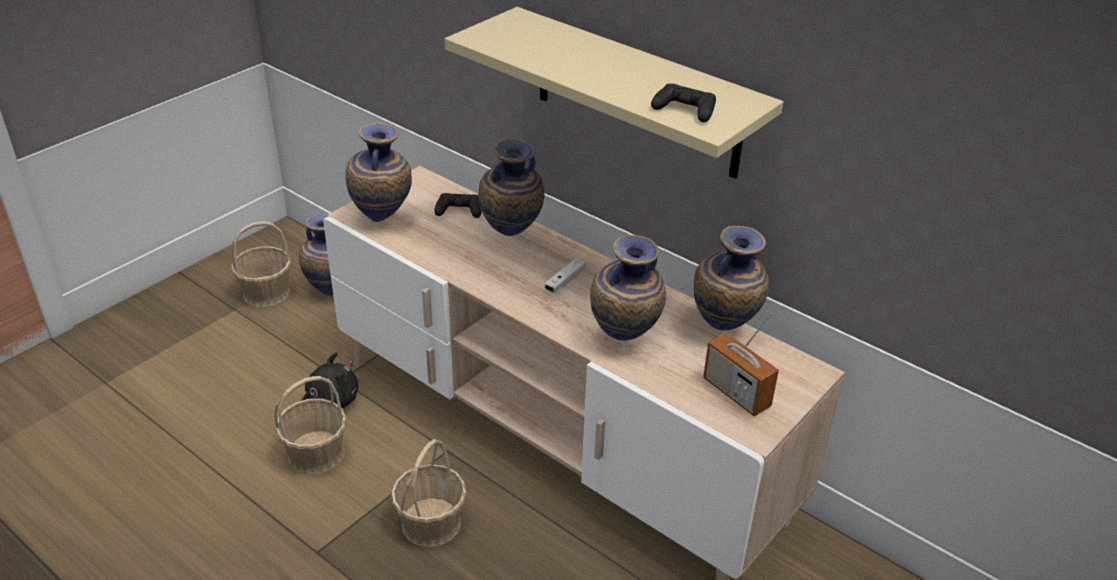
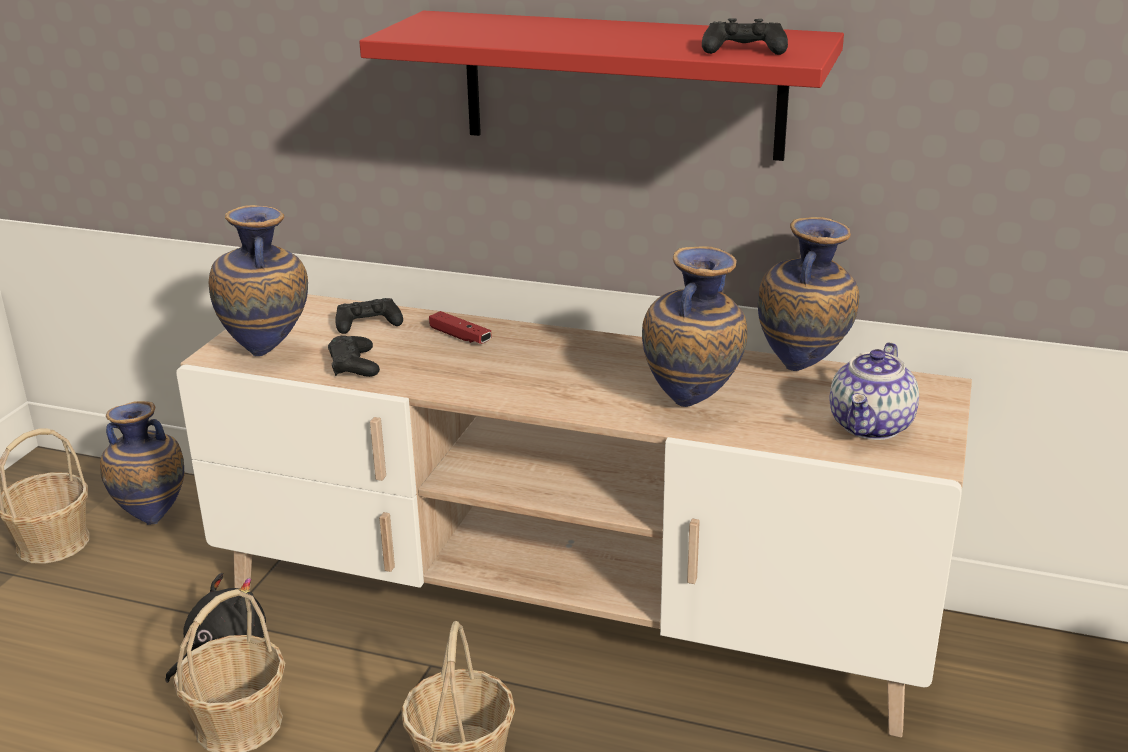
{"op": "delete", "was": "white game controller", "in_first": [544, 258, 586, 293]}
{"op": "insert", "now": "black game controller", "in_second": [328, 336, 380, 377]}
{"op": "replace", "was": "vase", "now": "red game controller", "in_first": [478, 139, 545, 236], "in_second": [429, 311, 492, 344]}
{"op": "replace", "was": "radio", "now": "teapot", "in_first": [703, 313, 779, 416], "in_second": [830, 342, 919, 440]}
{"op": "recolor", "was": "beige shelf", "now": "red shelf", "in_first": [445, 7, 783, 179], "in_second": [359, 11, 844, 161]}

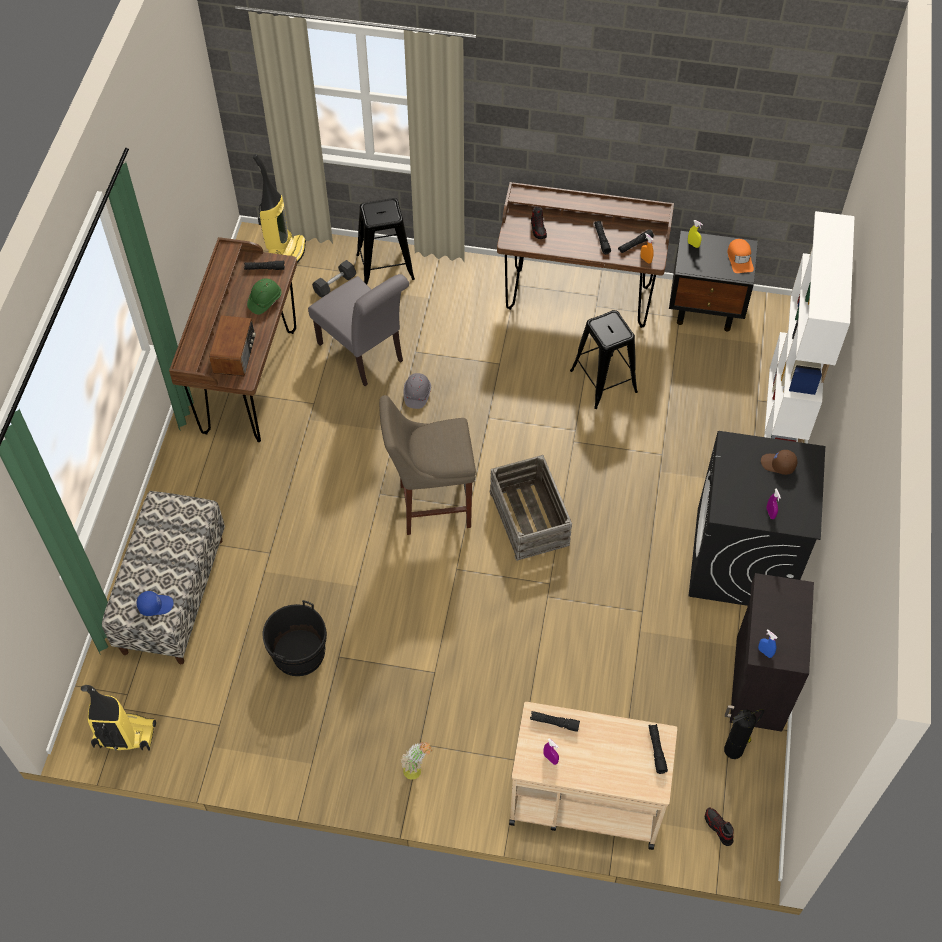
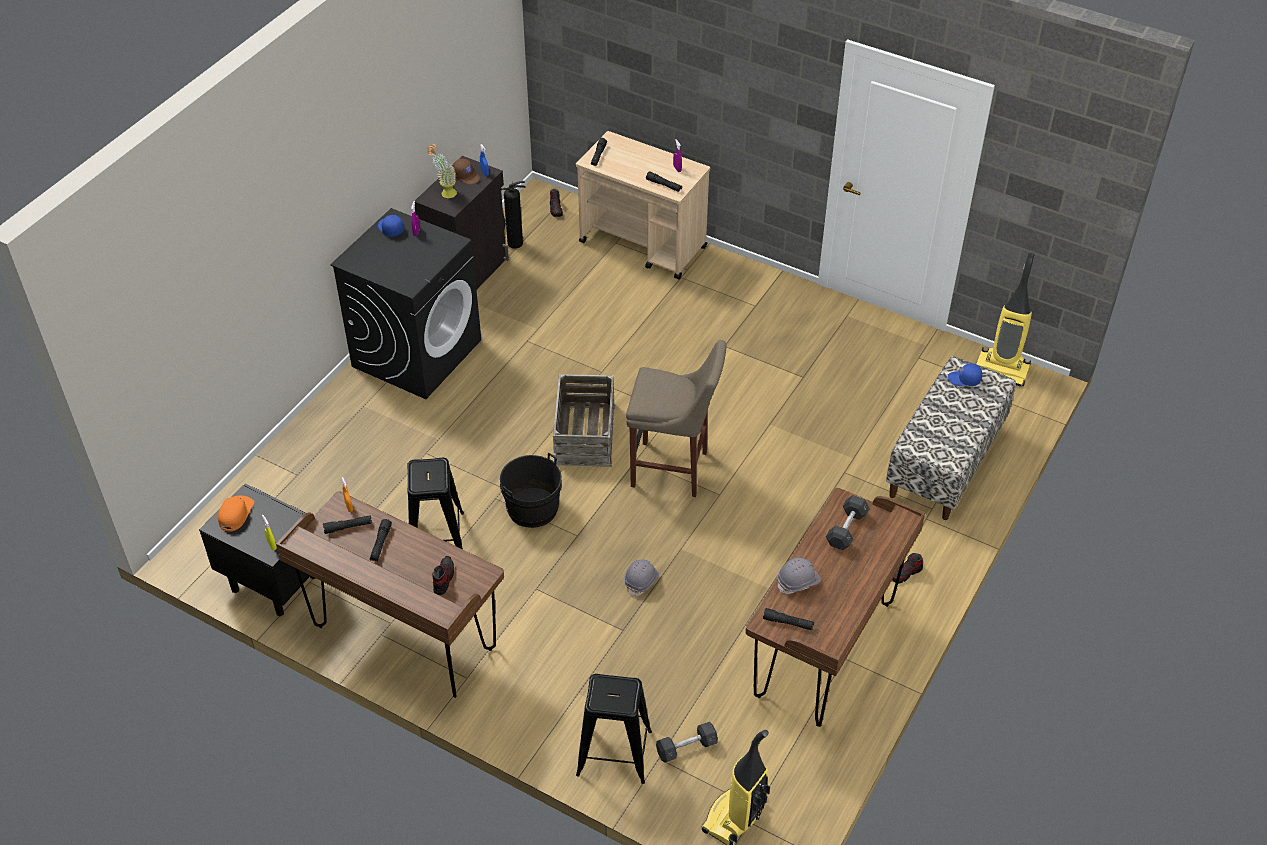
{"op": "delete", "was": "grey chair", "in_first": [308, 274, 409, 386]}
{"op": "delete", "was": "white bookcase", "in_first": [764, 211, 855, 443]}
{"op": "insert", "now": "blue cap", "in_second": [378, 215, 404, 237]}
{"op": "insert", "now": "shoe", "in_second": [892, 553, 923, 584]}
{"op": "move", "was": "black bucket", "in_first": [262, 600, 327, 676], "in_second": [500, 452, 562, 528]}
{"op": "move", "was": "potted plant", "in_first": [401, 742, 432, 780], "in_second": [427, 144, 457, 198]}
{"op": "move", "was": "brown cap", "in_first": [761, 450, 797, 475], "in_second": [453, 159, 480, 185]}
{"op": "replace", "was": "radio", "now": "grey dumbbell", "in_first": [209, 315, 256, 376], "in_second": [826, 495, 870, 550]}
{"op": "recolor", "was": "green hard hat", "now": "grey hard hat", "in_first": [247, 278, 282, 315], "in_second": [777, 558, 821, 594]}

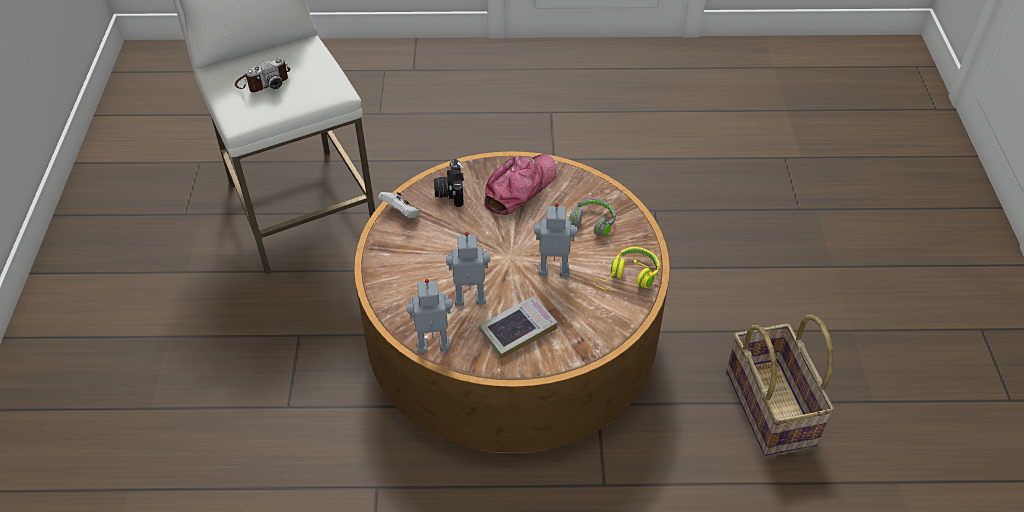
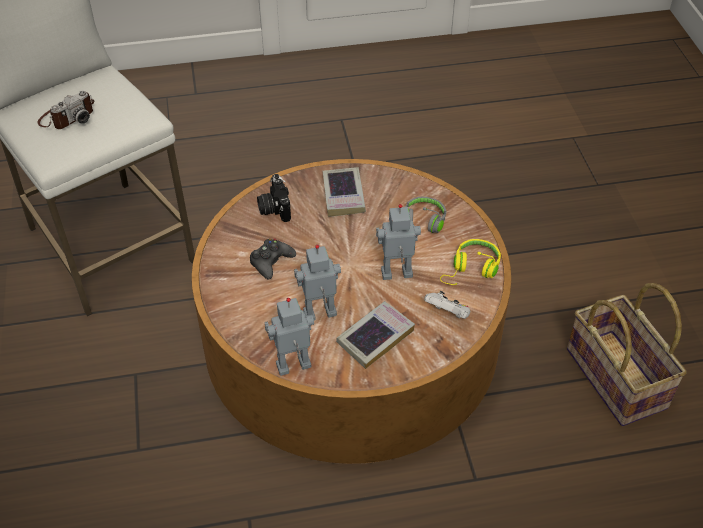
{"op": "insert", "now": "black game controller", "in_second": [250, 239, 296, 279]}
{"op": "move", "was": "white game controller", "in_first": [378, 192, 420, 218], "in_second": [424, 291, 470, 319]}
{"op": "replace", "was": "cap", "now": "book", "in_first": [484, 154, 557, 215], "in_second": [323, 167, 366, 217]}

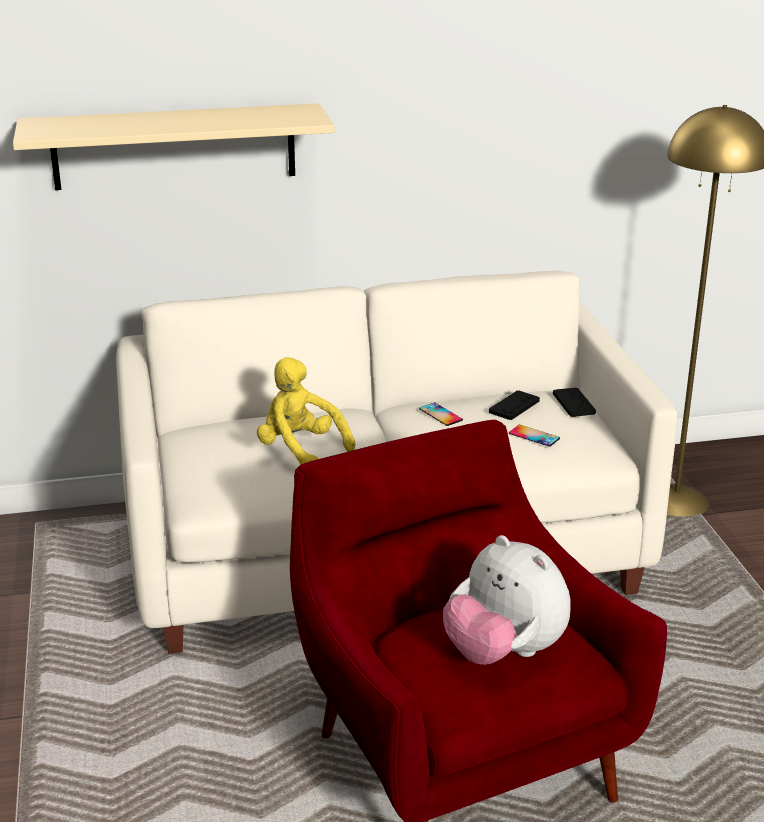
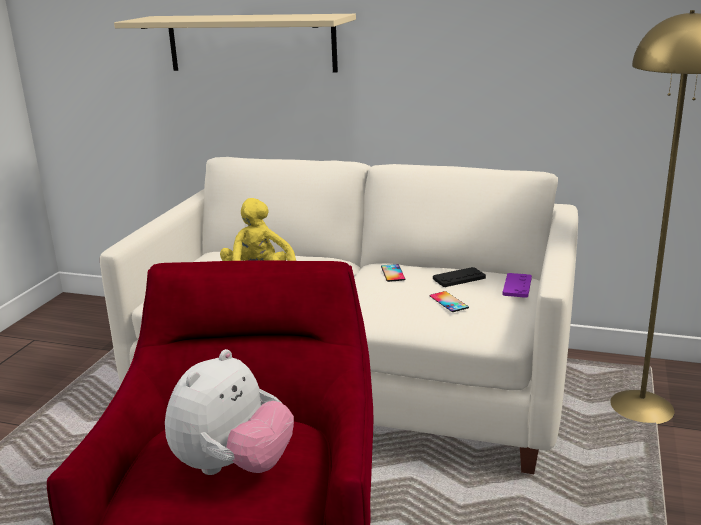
{"op": "recolor", "was": "black game controller", "now": "purple game controller", "in_first": [553, 388, 596, 417], "in_second": [503, 273, 532, 298]}
{"op": "rotate", "was": "plush toy", "in_first": [443, 535, 571, 665], "in_second": [165, 349, 294, 475], "clockwise": -135}

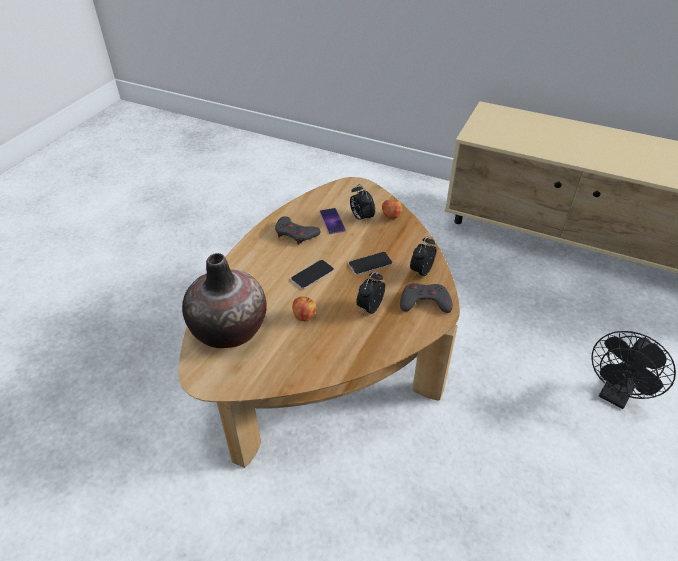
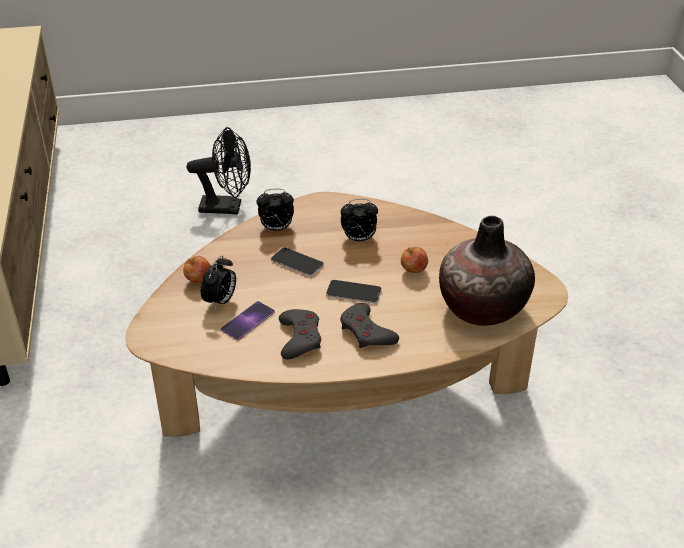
{"op": "move", "was": "grey game controller", "in_first": [400, 283, 453, 313], "in_second": [340, 303, 399, 348]}

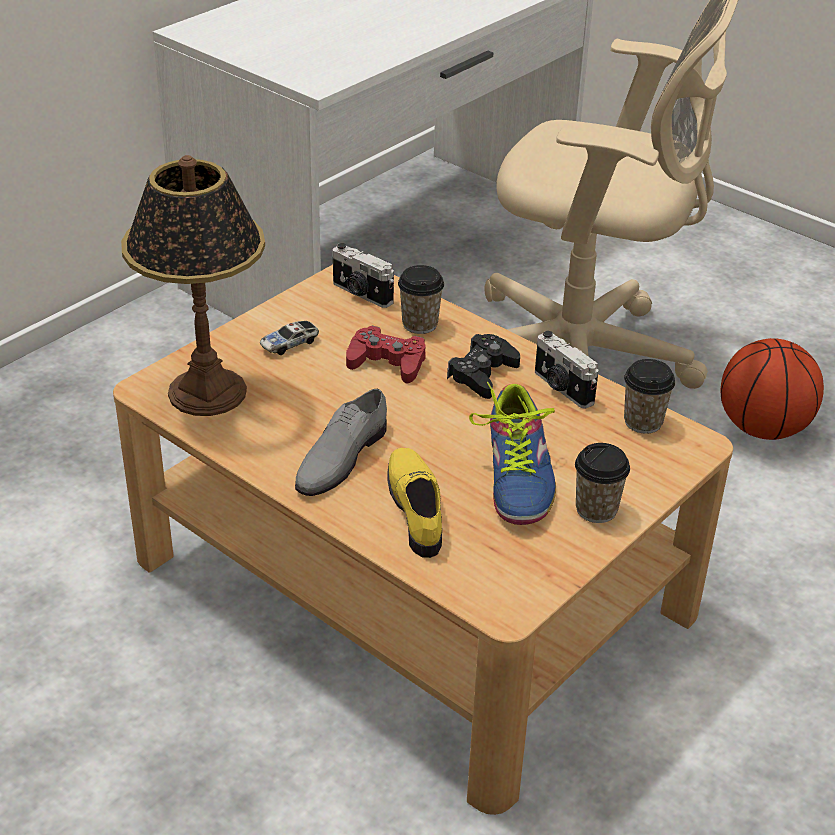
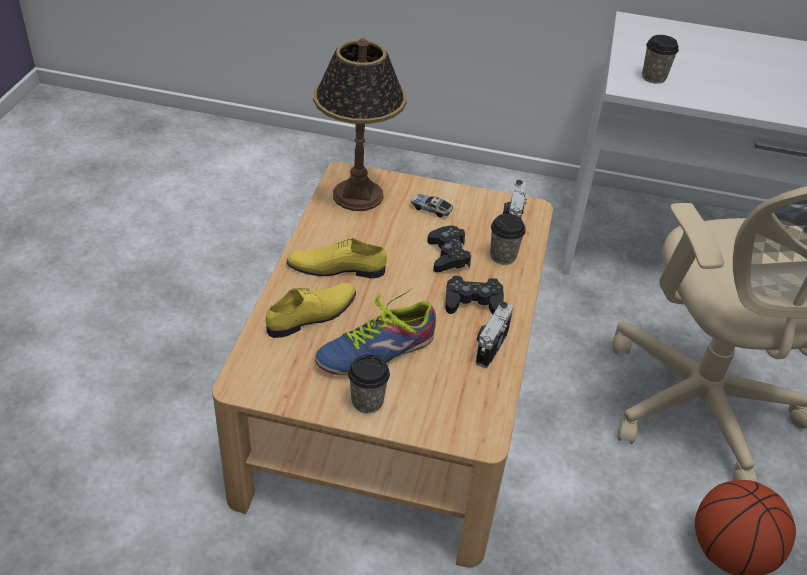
{"op": "move", "was": "cup", "in_first": [624, 359, 675, 434], "in_second": [642, 35, 679, 84]}
{"op": "recolor", "was": "grey shoe", "now": "yellow shoe", "in_first": [295, 388, 387, 496], "in_second": [287, 238, 387, 278]}
{"op": "recolor", "was": "red game controller", "now": "black game controller", "in_first": [346, 326, 426, 384], "in_second": [427, 226, 471, 272]}

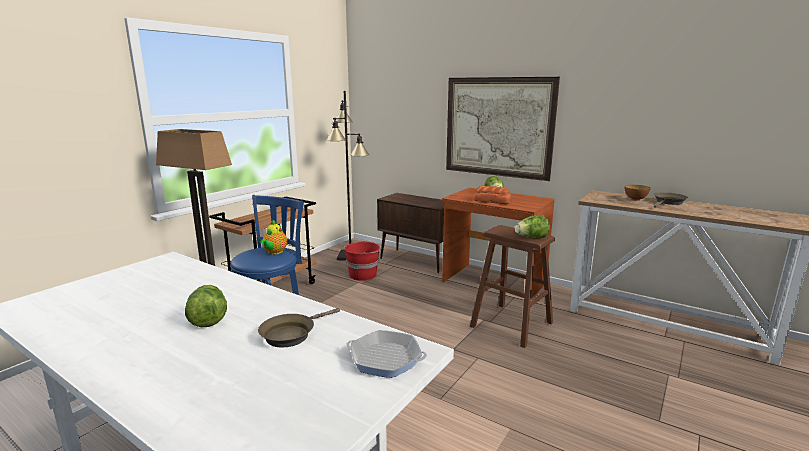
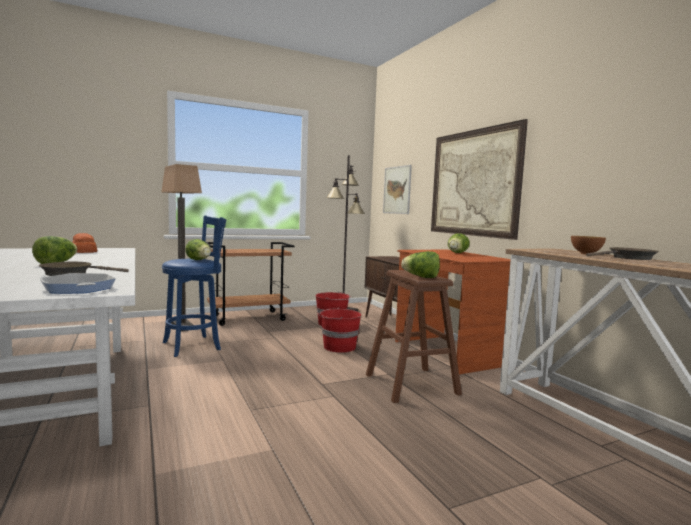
{"op": "insert", "now": "red bucket", "in_second": [319, 307, 361, 353]}
{"op": "insert", "now": "picture", "in_second": [383, 165, 412, 214]}
{"op": "move", "was": "bread", "in_first": [474, 186, 512, 204], "in_second": [72, 233, 98, 253]}
{"op": "replace", "was": "teapot", "now": "lettuce", "in_first": [260, 219, 287, 255], "in_second": [185, 239, 211, 260]}

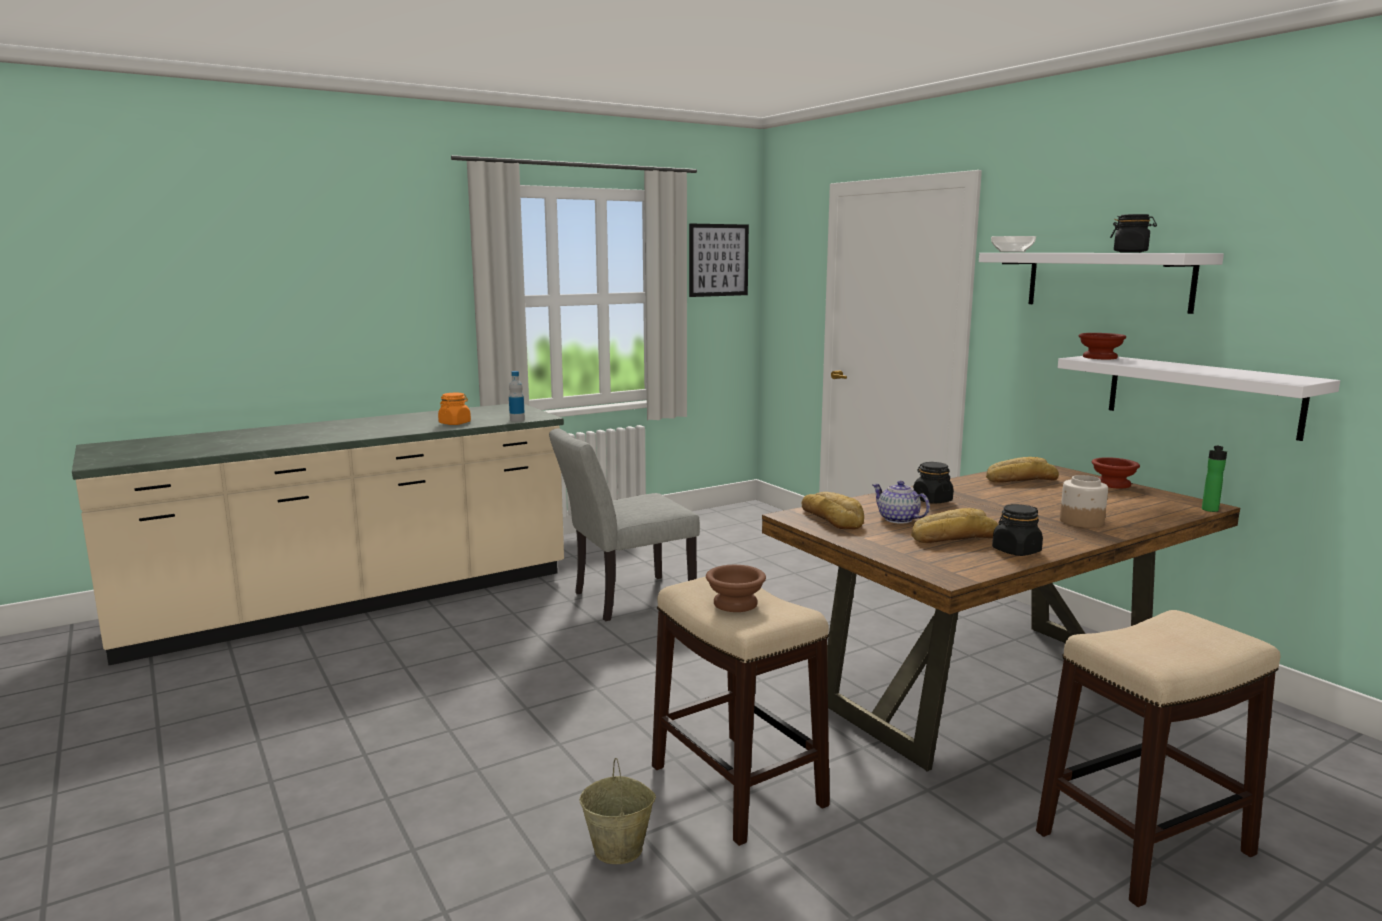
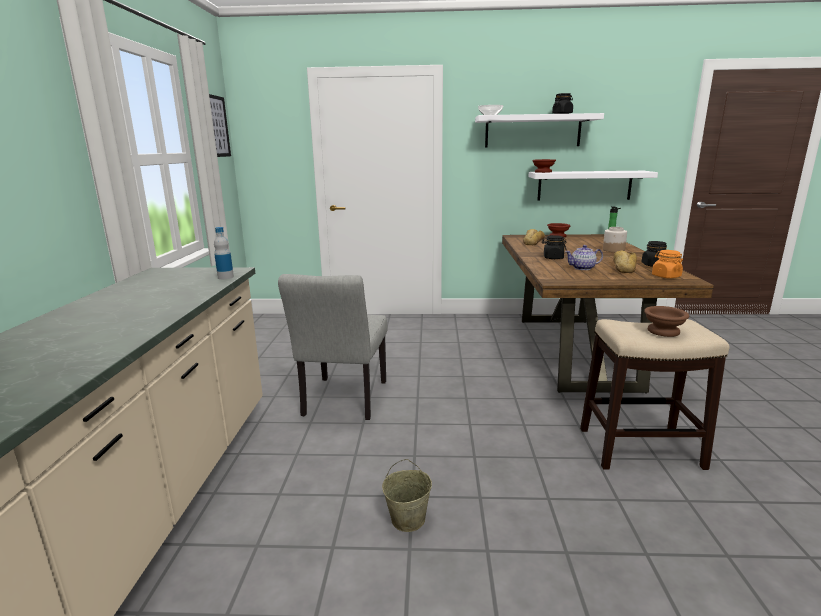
{"op": "delete", "was": "bread", "in_first": [802, 492, 864, 530]}
{"op": "delete", "was": "stool", "in_first": [1036, 610, 1281, 907]}
{"op": "move", "was": "orange jar", "in_first": [438, 393, 471, 425], "in_second": [652, 250, 683, 278]}
{"op": "move", "was": "beige bucket", "in_first": [580, 758, 656, 864], "in_second": [382, 459, 432, 532]}

